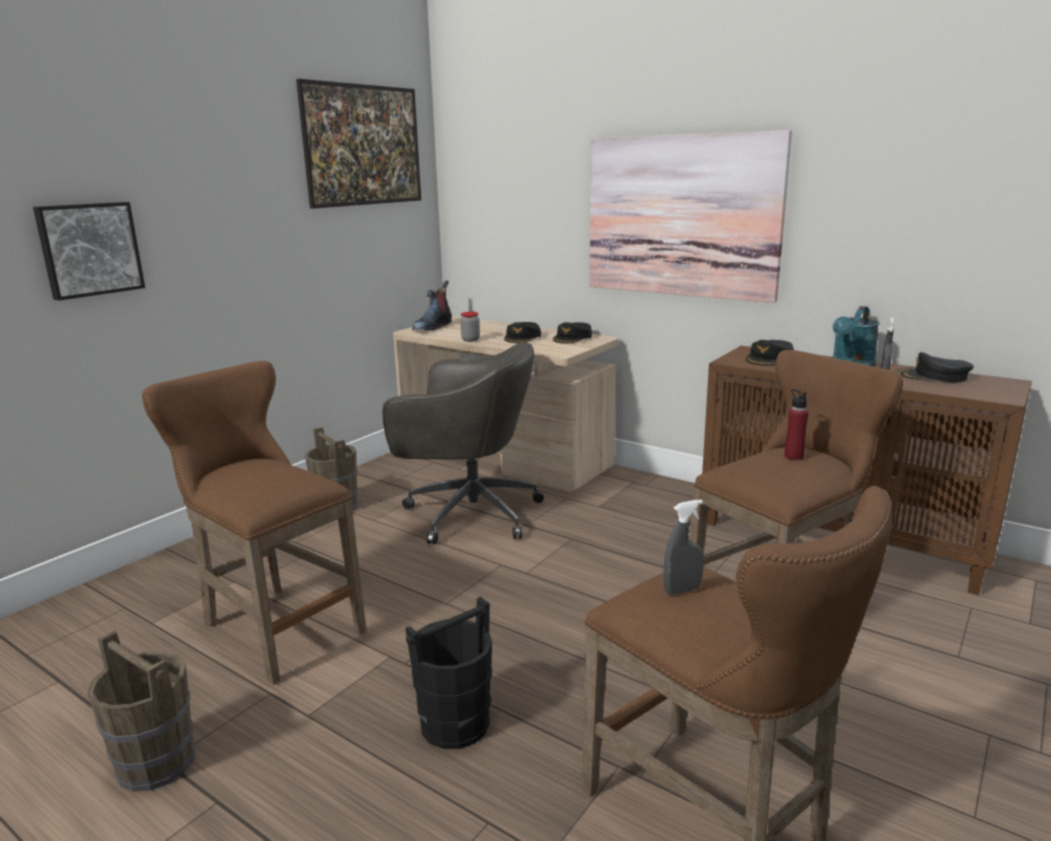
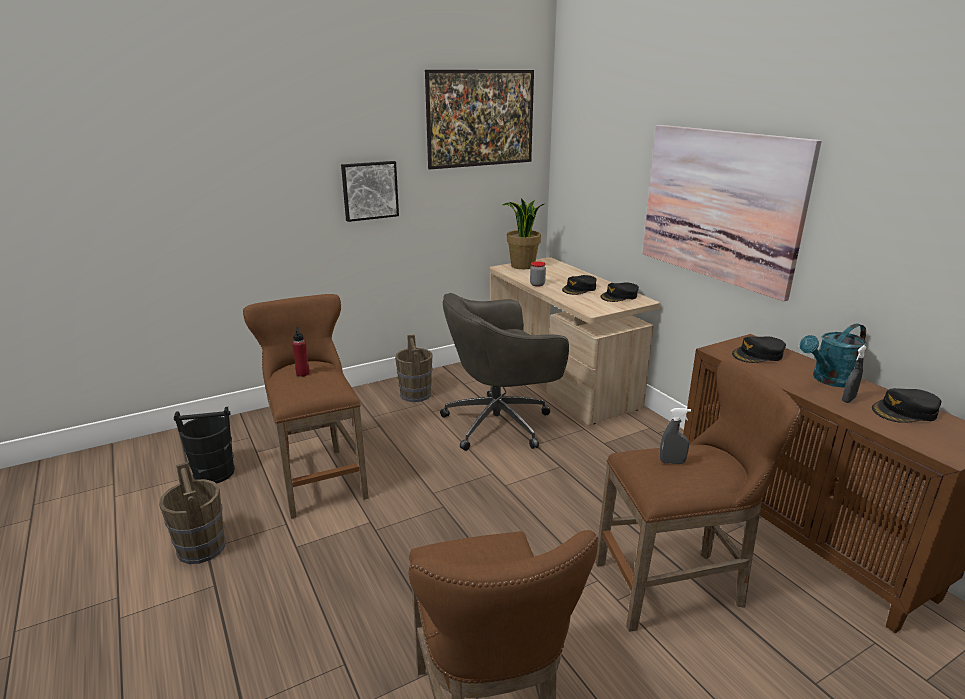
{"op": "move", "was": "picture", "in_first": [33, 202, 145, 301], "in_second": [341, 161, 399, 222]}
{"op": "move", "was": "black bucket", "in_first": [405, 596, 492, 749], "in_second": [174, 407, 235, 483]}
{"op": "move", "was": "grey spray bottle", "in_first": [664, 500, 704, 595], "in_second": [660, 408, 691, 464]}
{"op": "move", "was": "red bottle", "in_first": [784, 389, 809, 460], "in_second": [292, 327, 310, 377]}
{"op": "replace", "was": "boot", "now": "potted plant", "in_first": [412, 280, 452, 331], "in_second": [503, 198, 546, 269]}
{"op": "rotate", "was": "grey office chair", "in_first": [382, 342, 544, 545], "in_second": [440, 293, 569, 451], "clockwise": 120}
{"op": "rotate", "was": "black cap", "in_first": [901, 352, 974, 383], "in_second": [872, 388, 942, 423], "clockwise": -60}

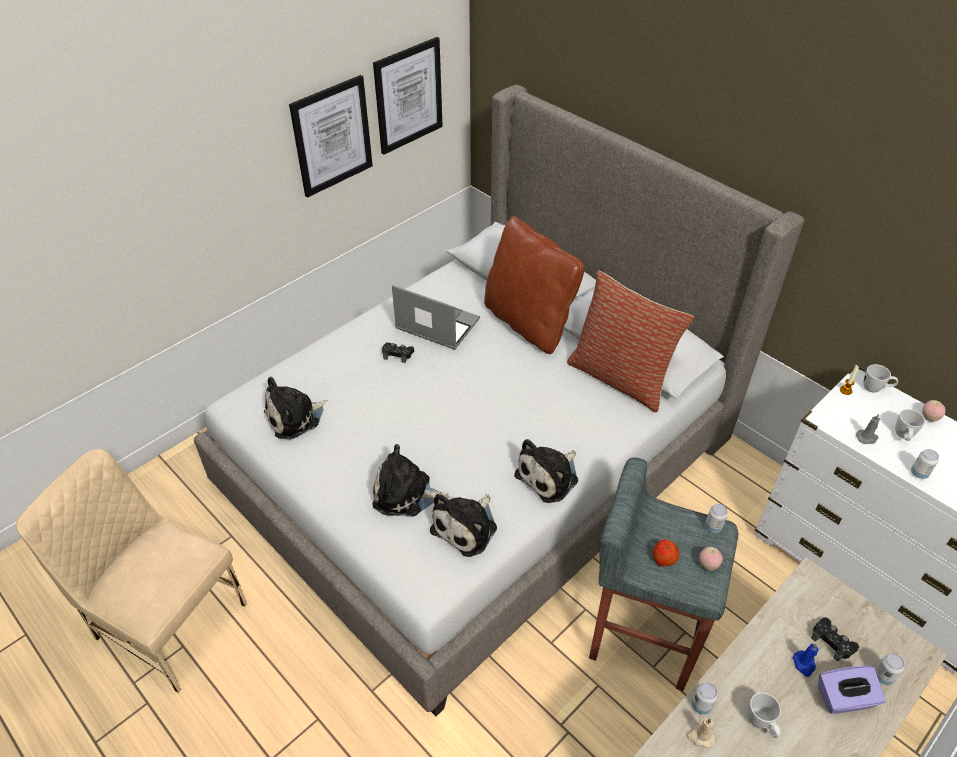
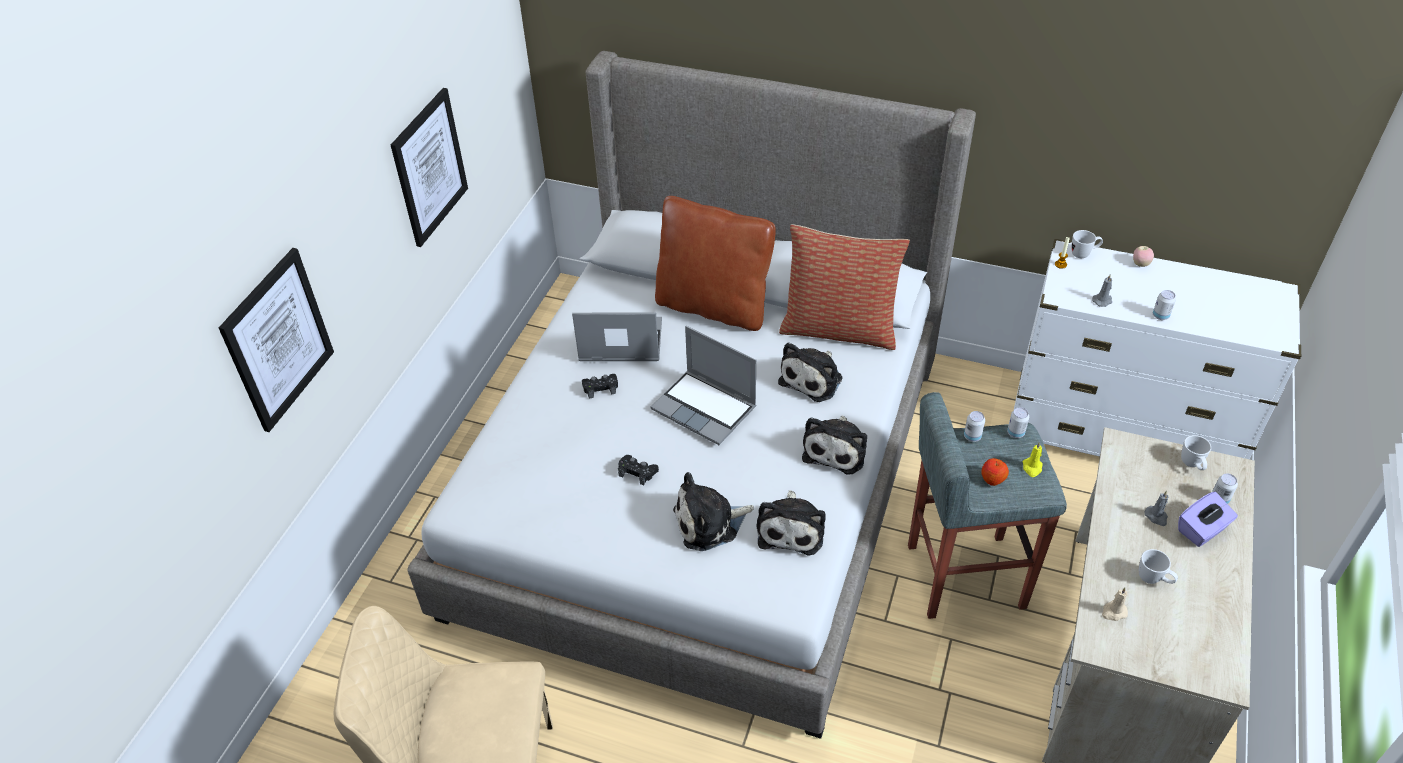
{"op": "insert", "now": "laptop", "in_second": [651, 326, 756, 445]}
{"op": "move", "was": "plush toy", "in_first": [264, 377, 328, 439], "in_second": [778, 342, 842, 402]}
{"op": "move", "was": "picture", "in_first": [373, 37, 443, 155], "in_second": [219, 248, 334, 432]}
{"op": "move", "was": "can", "in_first": [692, 682, 718, 715], "in_second": [964, 411, 985, 442]}
{"op": "move", "was": "black game controller", "in_first": [811, 617, 859, 662], "in_second": [618, 455, 659, 485]}
{"op": "move", "was": "white mug", "in_first": [895, 409, 925, 441], "in_second": [1181, 435, 1211, 470]}
{"op": "replace", "was": "apple", "now": "yellow candle", "in_first": [699, 547, 723, 571], "in_second": [1023, 442, 1043, 477]}
{"op": "recolor", "was": "blue candle", "now": "grey candle", "in_first": [792, 644, 819, 677], "in_second": [1144, 491, 1169, 526]}

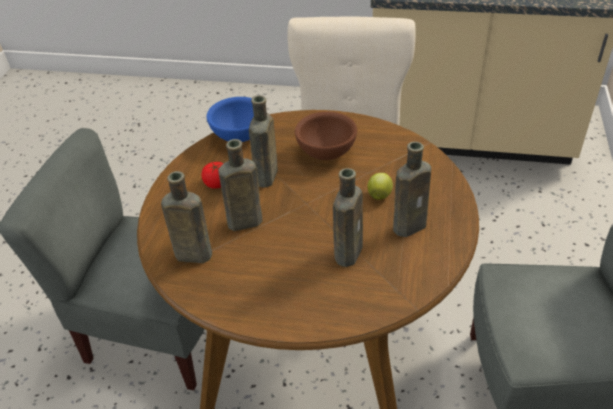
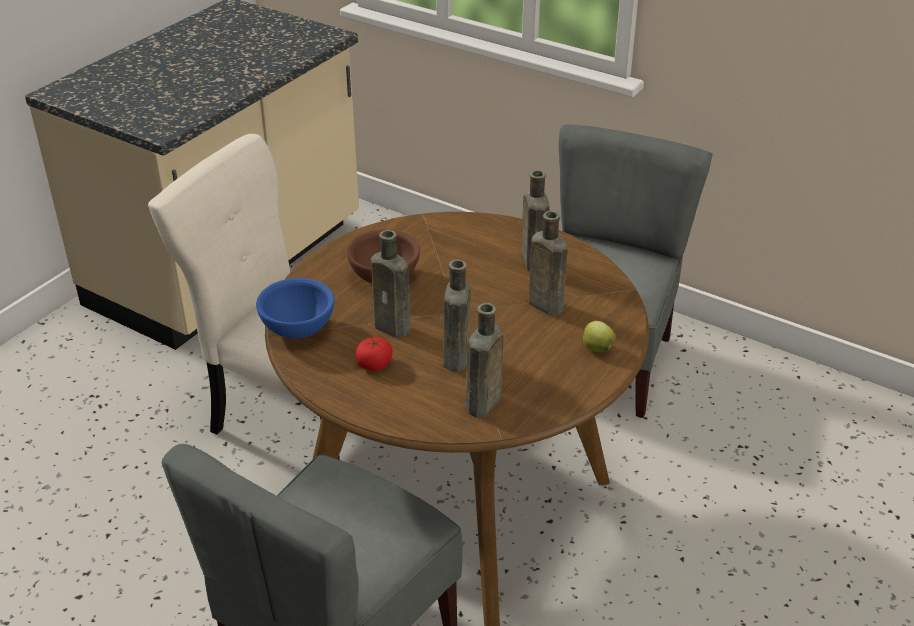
{"op": "move", "was": "apple", "in_first": [367, 173, 393, 200], "in_second": [583, 321, 616, 352]}

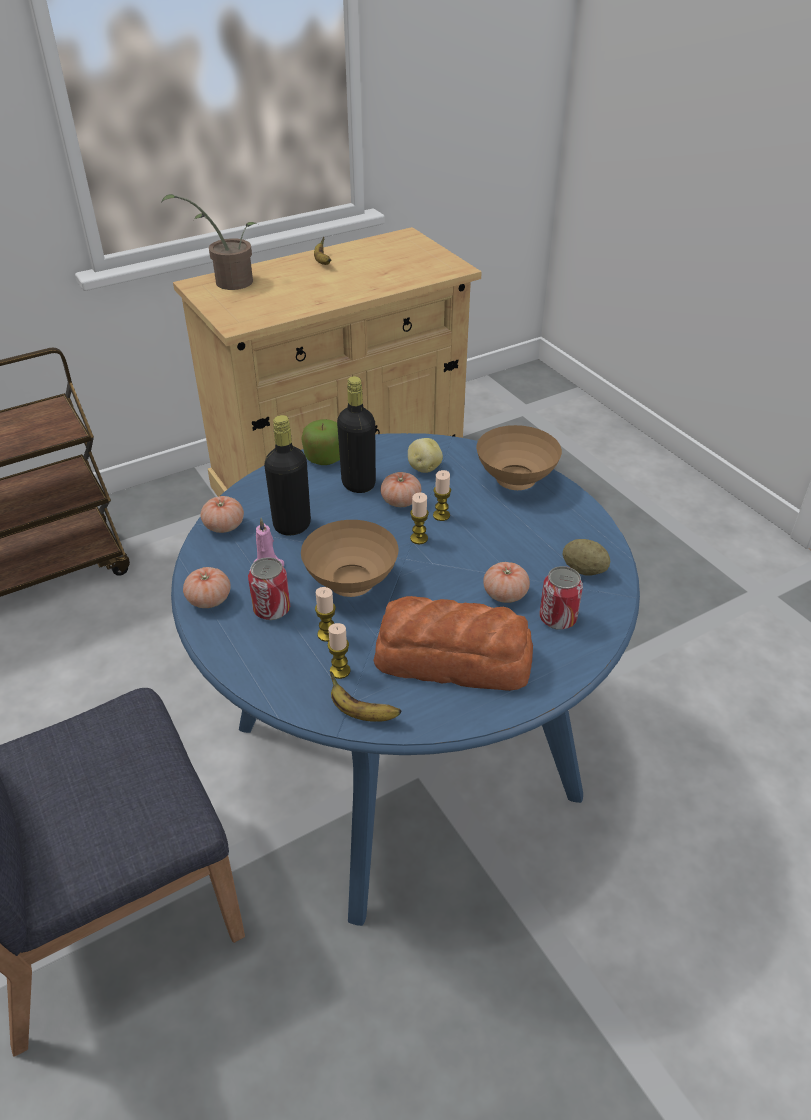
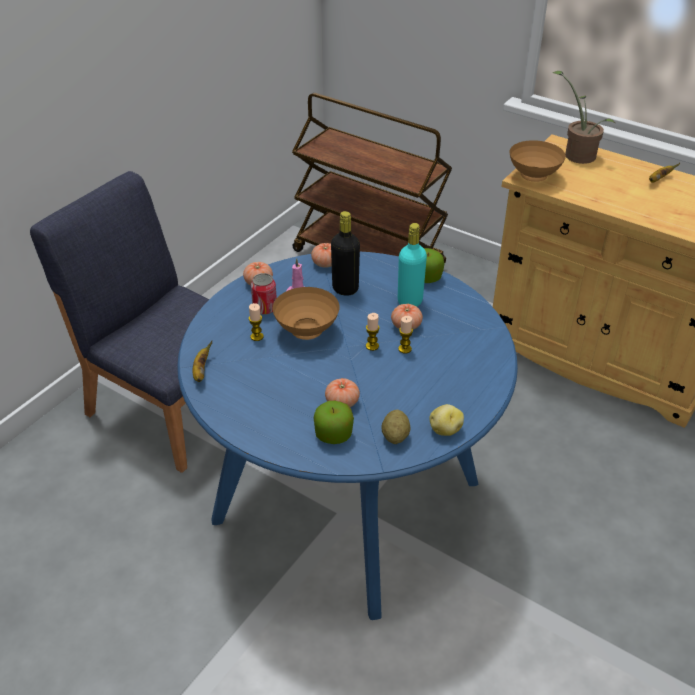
{"op": "delete", "was": "candle", "in_first": [327, 623, 351, 679]}
{"op": "delete", "was": "bread", "in_first": [373, 596, 533, 691]}
{"op": "move", "was": "potato", "in_first": [408, 438, 443, 473], "in_second": [429, 404, 464, 436]}
{"op": "move", "was": "brown bowl", "in_first": [476, 425, 562, 490], "in_second": [509, 140, 566, 182]}
{"op": "replace", "was": "can", "now": "apple", "in_first": [540, 566, 583, 630], "in_second": [314, 401, 354, 444]}
{"op": "recolor", "was": "black bottle", "now": "turquoise bottle", "in_first": [337, 376, 376, 493], "in_second": [398, 223, 427, 307]}

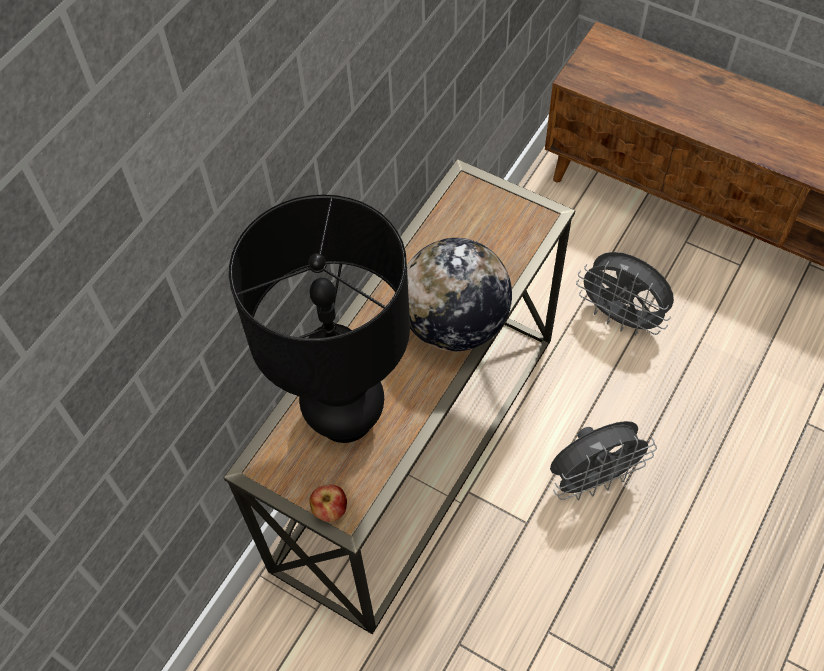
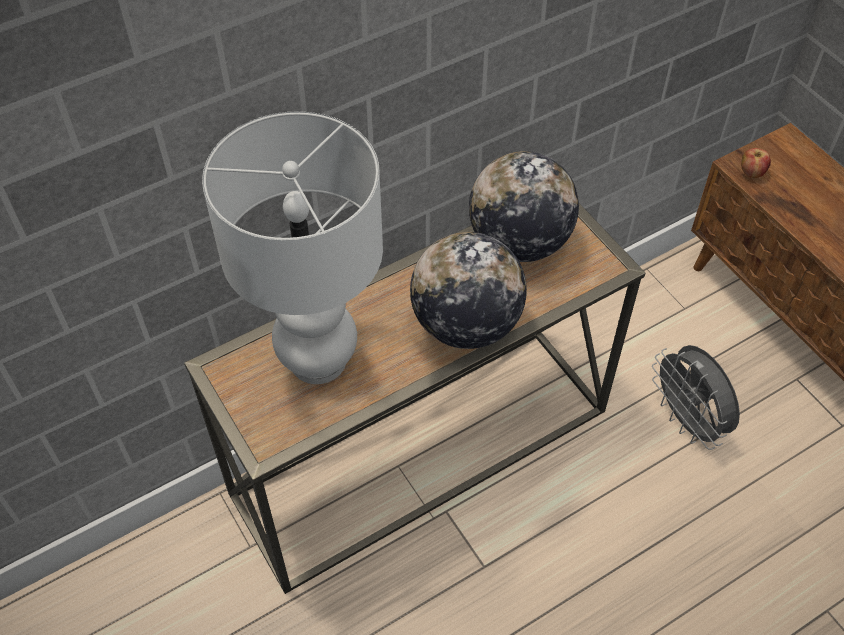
{"op": "delete", "was": "grey fan", "in_first": [550, 421, 657, 500]}
{"op": "insert", "now": "globe", "in_second": [469, 151, 579, 262]}
{"op": "move", "was": "apple", "in_first": [310, 485, 347, 522], "in_second": [741, 148, 771, 178]}
{"op": "recolor", "was": "black table lamp", "now": "white table lamp", "in_first": [229, 194, 410, 443], "in_second": [202, 111, 383, 384]}

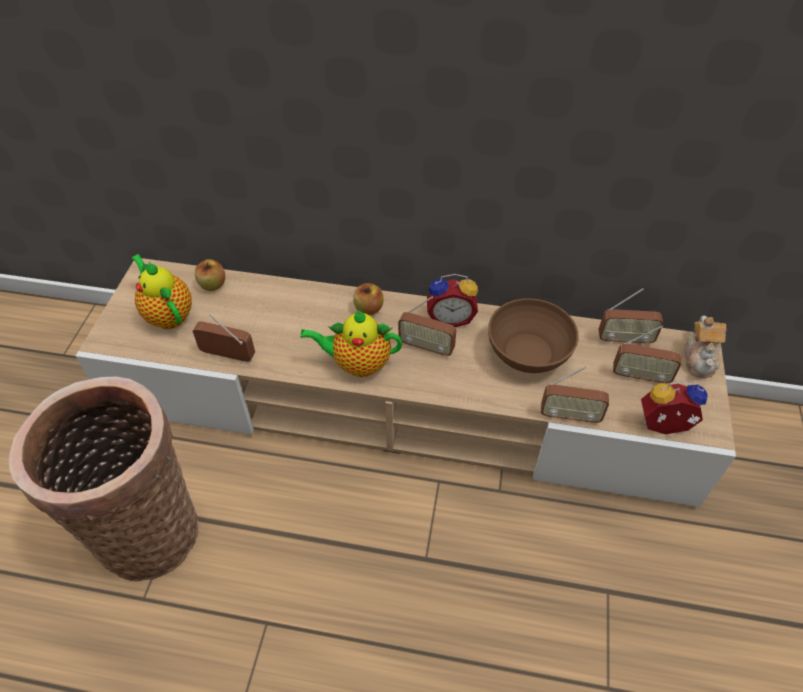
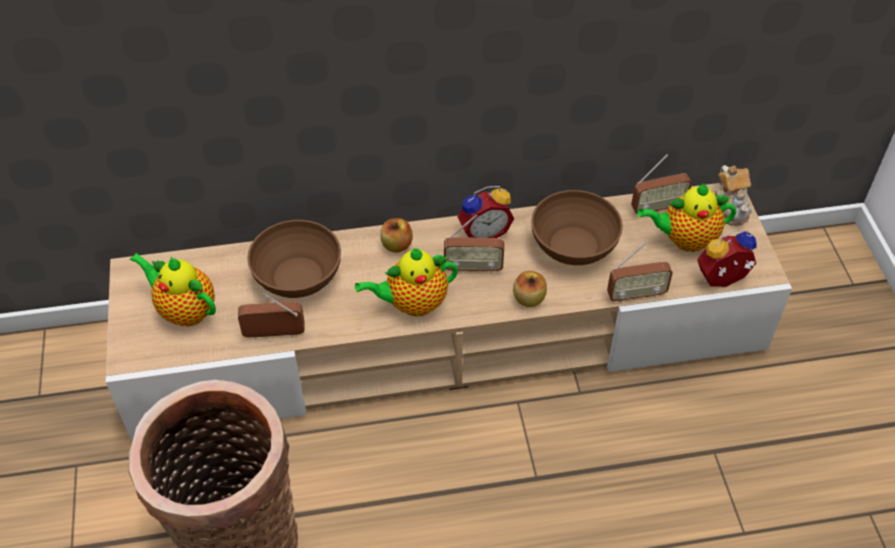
{"op": "insert", "now": "brown bowl", "in_second": [247, 220, 341, 298]}
{"op": "move", "was": "apple", "in_first": [195, 259, 225, 291], "in_second": [513, 271, 547, 307]}
{"op": "replace", "was": "radio", "now": "teapot", "in_first": [613, 326, 681, 385], "in_second": [638, 183, 736, 252]}

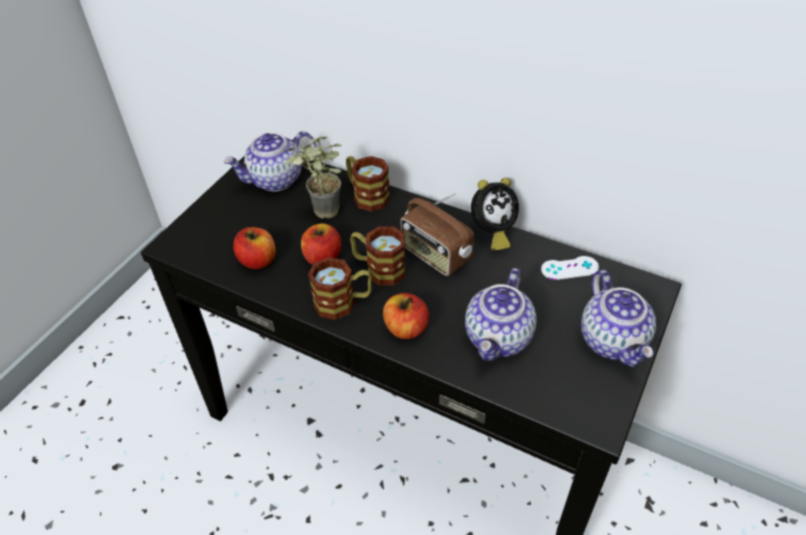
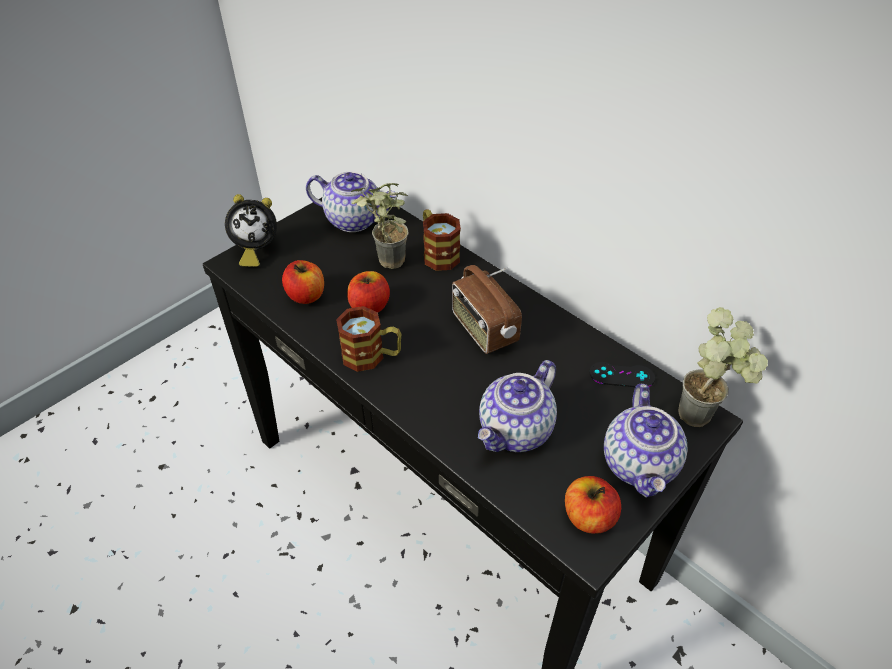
{"op": "delete", "was": "mug", "in_first": [350, 227, 406, 285]}
{"op": "insert", "now": "potted plant", "in_second": [678, 307, 768, 427]}
{"op": "move", "was": "apple", "in_first": [383, 293, 429, 339], "in_second": [565, 476, 621, 534]}
{"op": "move", "was": "alarm clock", "in_first": [471, 178, 519, 251], "in_second": [225, 194, 277, 267]}
{"op": "recolor", "was": "white game controller", "now": "black game controller", "in_first": [541, 256, 599, 280], "in_second": [589, 362, 655, 387]}
{"op": "rotate", "was": "teapot", "in_first": [223, 131, 316, 191], "in_second": [306, 171, 397, 232], "clockwise": -150}

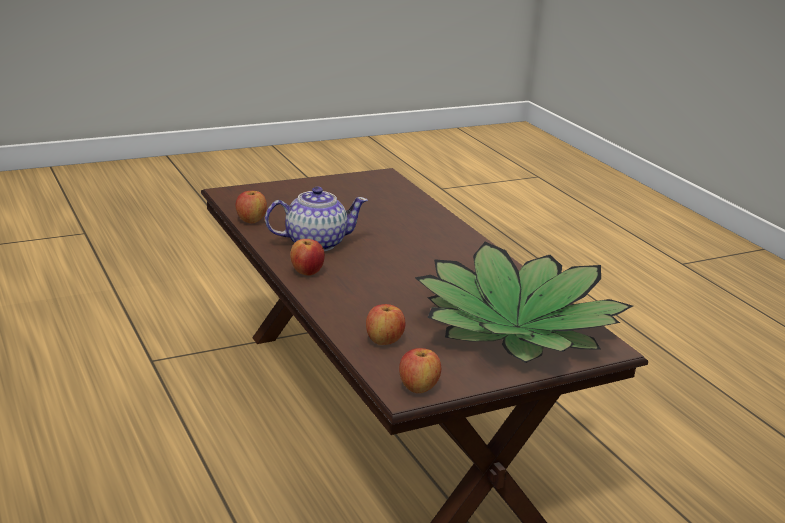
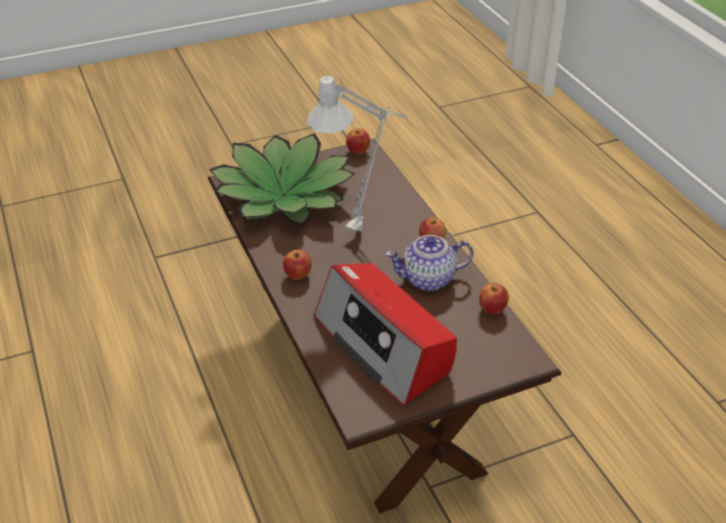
{"op": "insert", "now": "grey table lamp", "in_second": [306, 74, 408, 231]}
{"op": "insert", "now": "radio", "in_second": [314, 263, 457, 406]}
{"op": "move", "was": "apple", "in_first": [366, 304, 406, 345], "in_second": [283, 250, 312, 280]}

